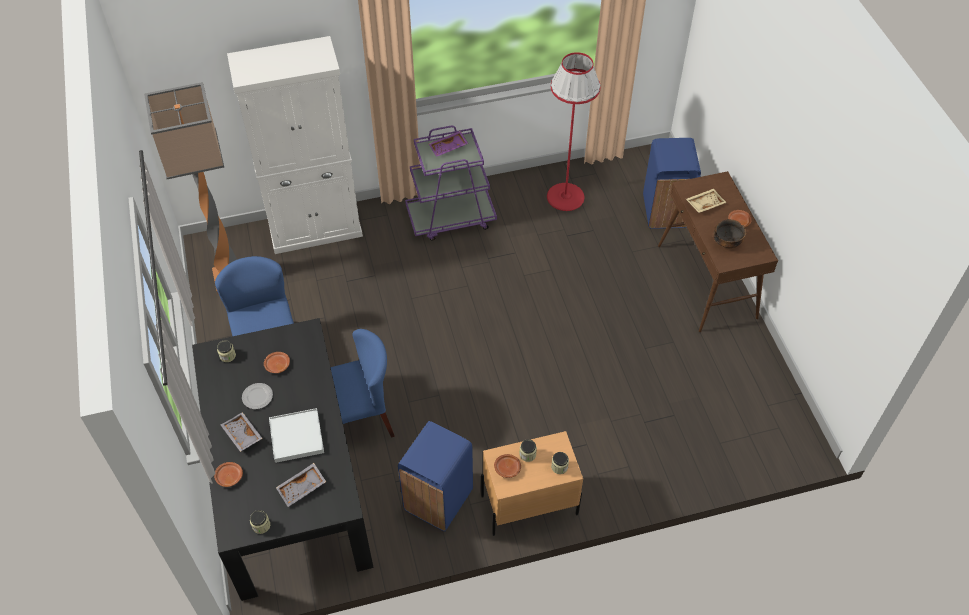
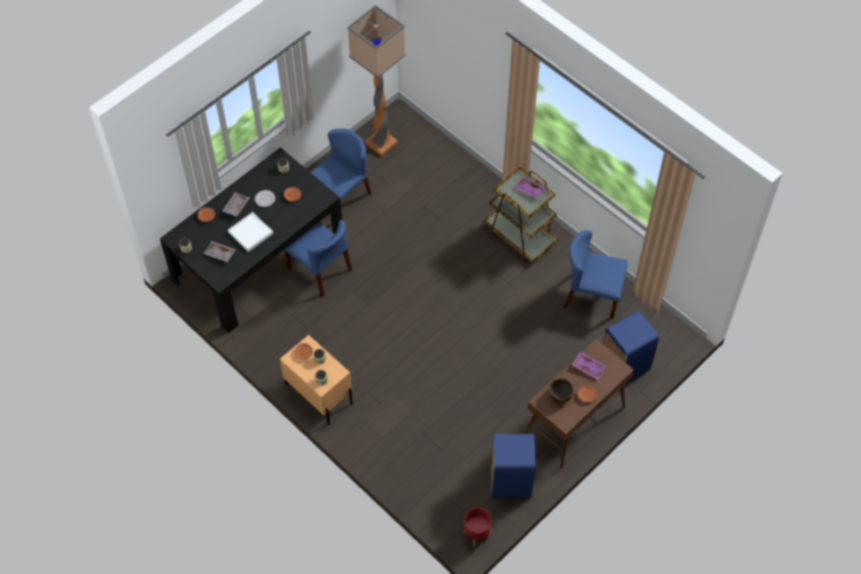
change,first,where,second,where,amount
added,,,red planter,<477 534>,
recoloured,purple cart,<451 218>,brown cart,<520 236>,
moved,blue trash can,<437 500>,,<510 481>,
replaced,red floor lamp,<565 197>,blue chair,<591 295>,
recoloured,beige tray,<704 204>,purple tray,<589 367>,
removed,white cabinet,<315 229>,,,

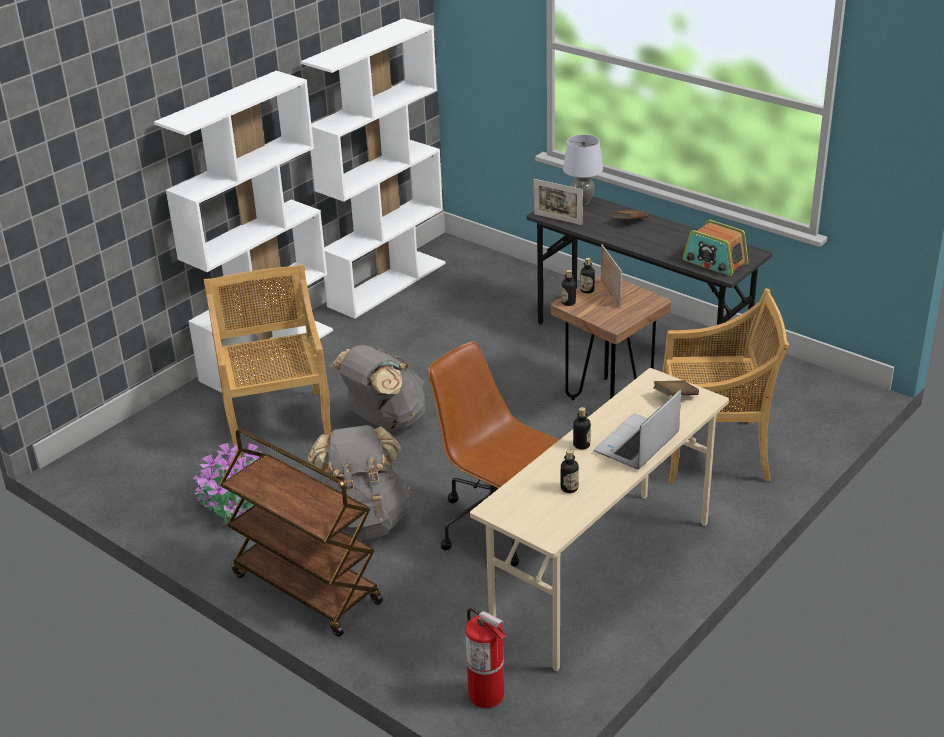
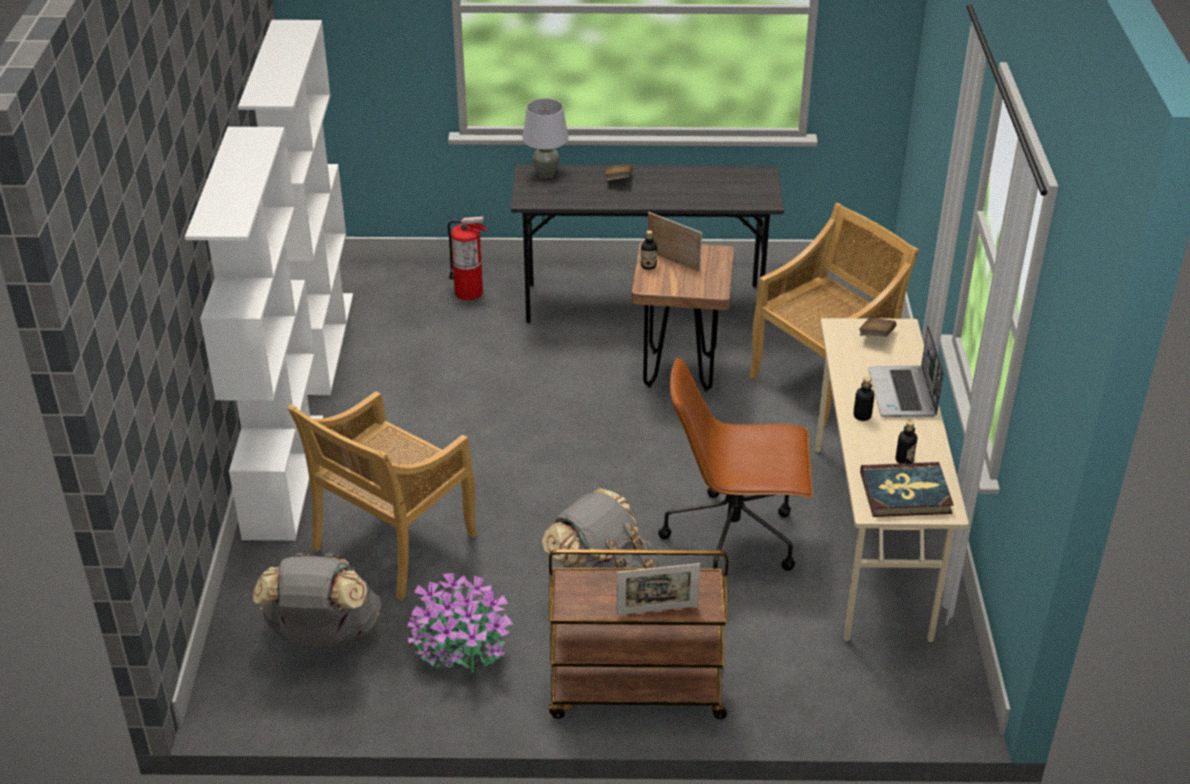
change,first,where,second,where,amount
moved,grey backpack,<384 421>,,<323 636>,
turned,beige chair,<277 423>,,<393 544>,90 degrees counterclockwise
moved,fire extinguisher,<486 695>,,<469 292>,
moved,picture frame,<558 219>,,<657 610>,
added,,,book,<905 493>,
removed,bottle,<568 303>,,,
removed,radio,<714 262>,,,

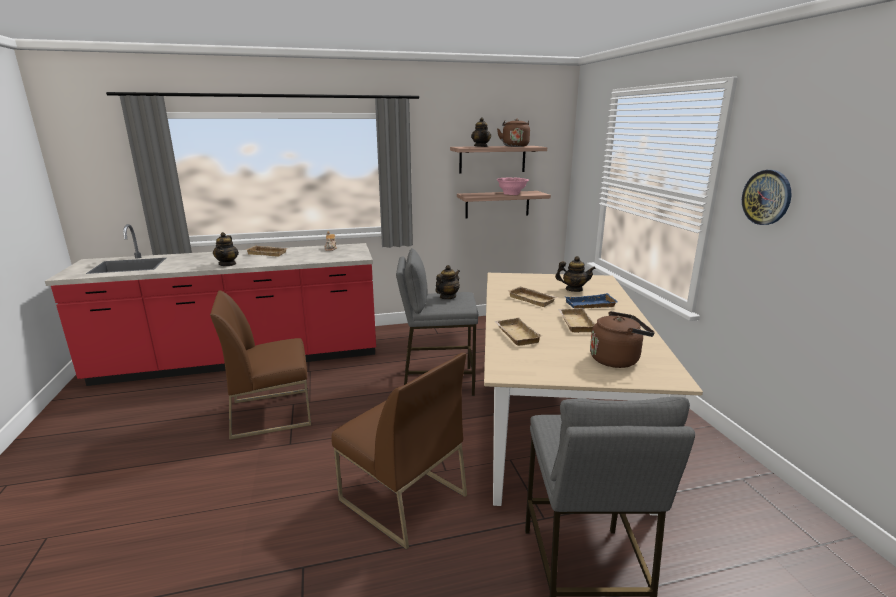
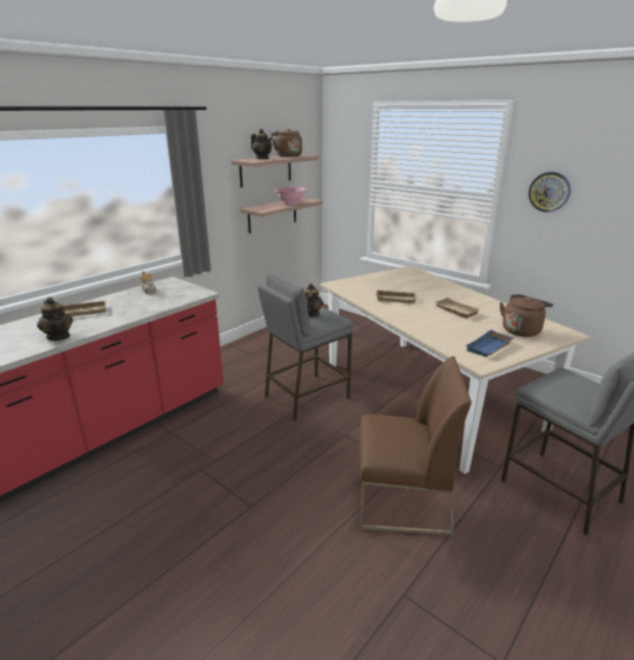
change,first,where,second,where,amount
moved,blue tray,<590 305>,,<490 348>,
removed,brown chair,<272 412>,,,
removed,beige tray,<515 335>,,,
removed,teapot,<573 289>,,,

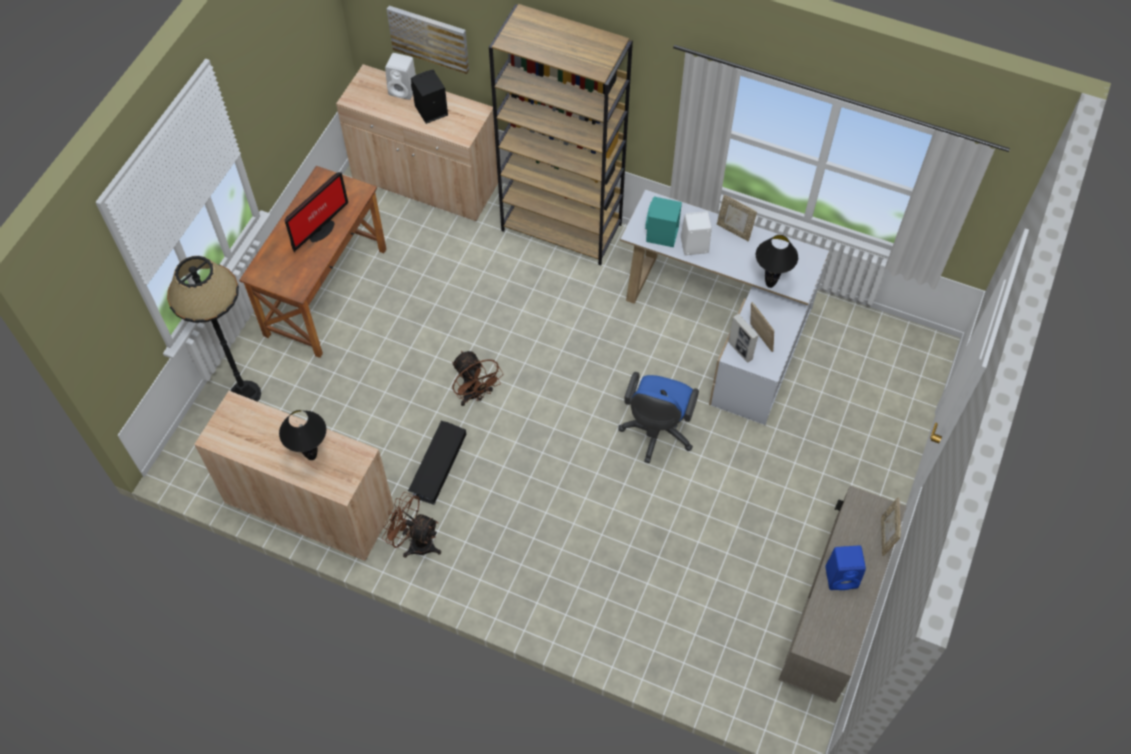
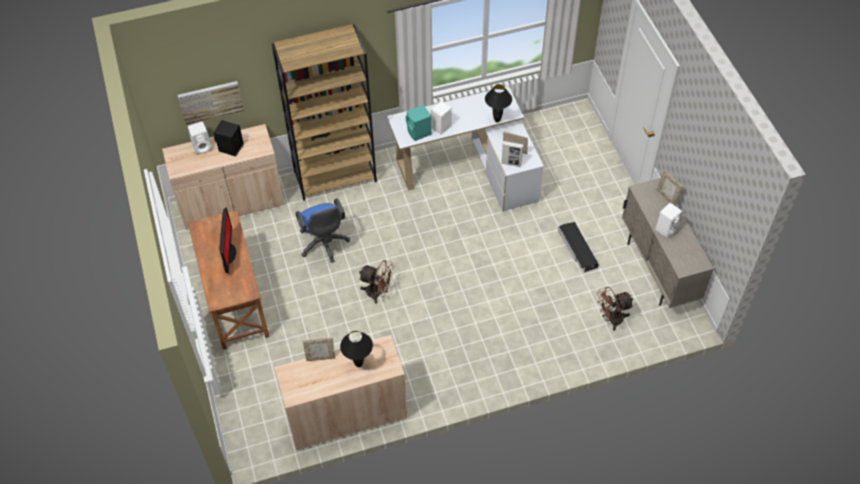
change,first,where,second,where,amount
moved,blue office chair,<656 433>,,<324 245>,
moved,picture frame,<734 231>,,<320 357>,
moved,black storage box,<437 465>,,<577 249>,
moved,brown fan,<415 542>,,<611 319>,
recoloured,blue speaker,<842 576>,white speaker,<666 228>,
removed,black floor lamp,<245 394>,,,

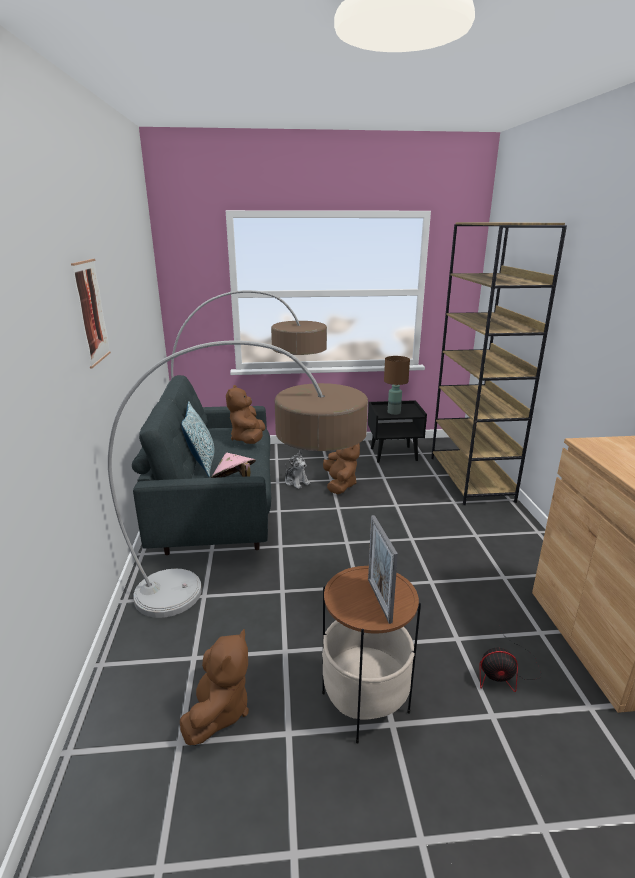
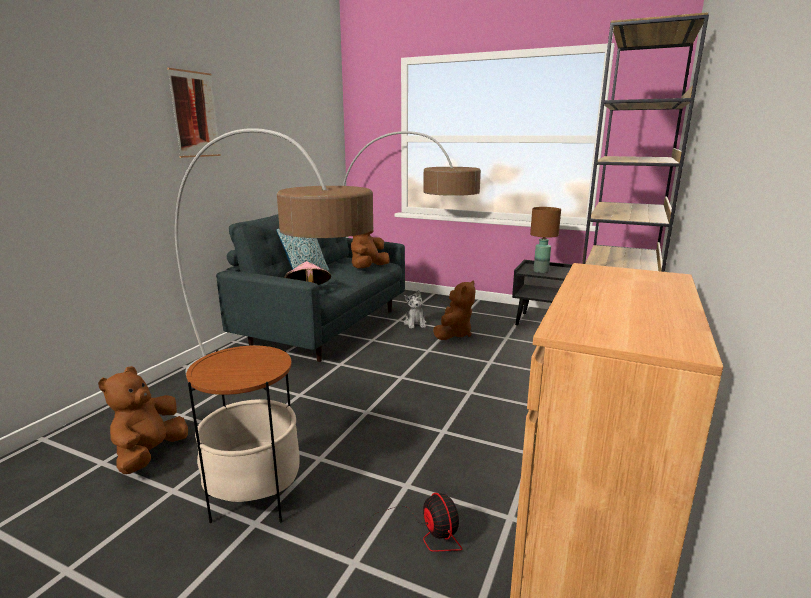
change,first,where,second,where,amount
turned,brown plush toy,<219 711>,,<150 454>,150 degrees clockwise
turned,fan,<505 673>,,<418 534>,150 degrees counterclockwise
removed,picture frame,<379 600>,,,

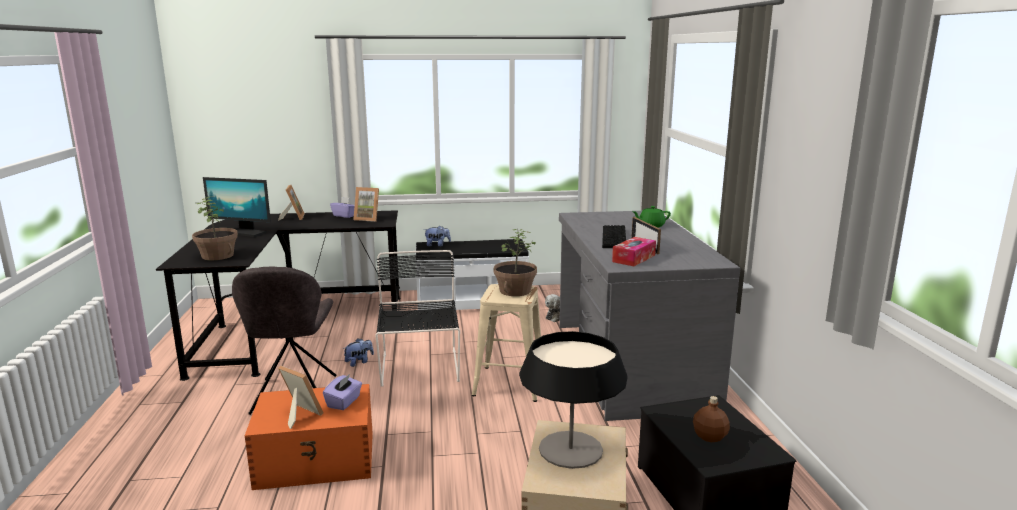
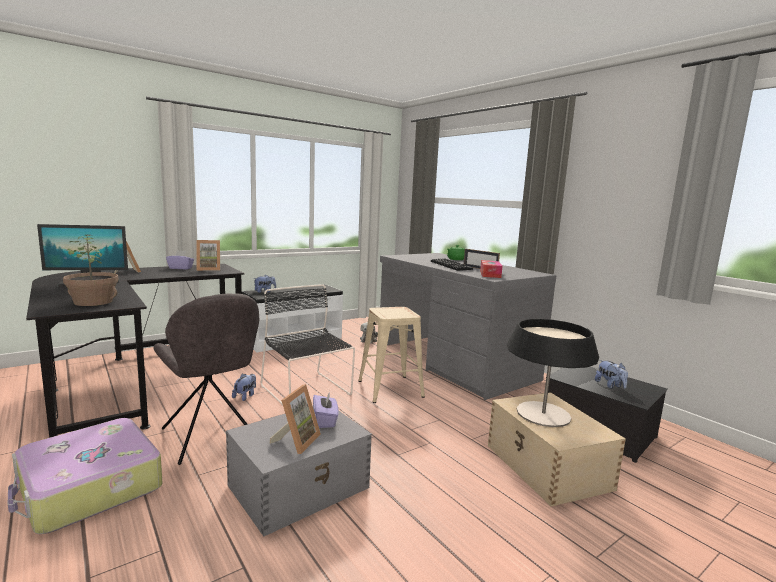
change,first,where,second,where,amount
added,,,suitcase,<89 487>,
recoloured,orange storage box,<317 459>,grey storage box,<300 486>,
turned,picture frame,<299 415>,,<296 441>,105 degrees clockwise
replaced,brown bottle,<710 437>,plush toy,<610 386>,
removed,potted plant,<514 291>,,,

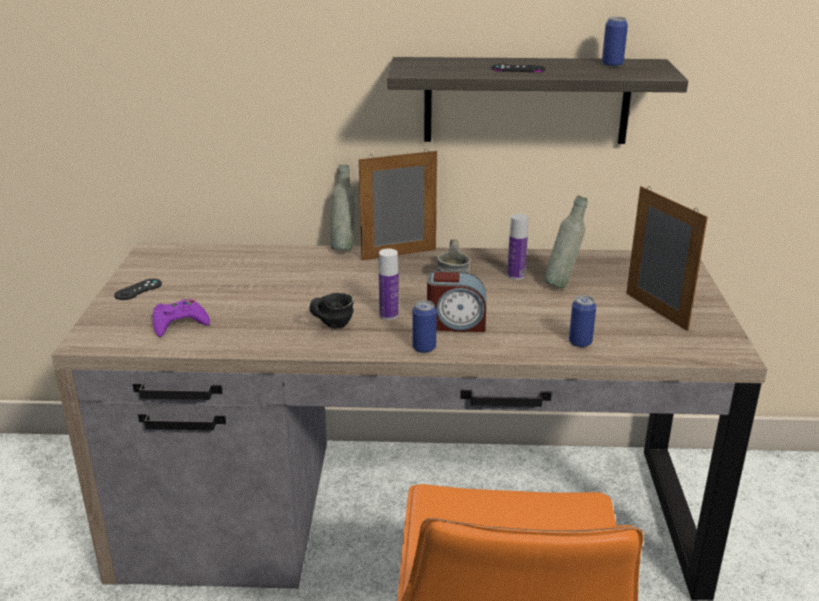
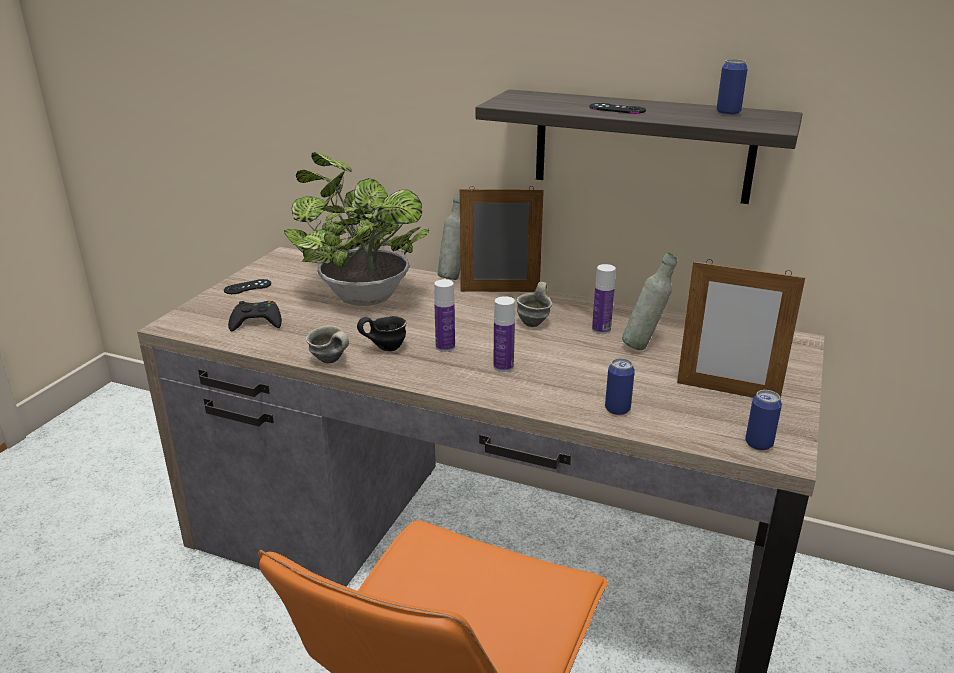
change,first,where,second,where,amount
recoloured,purple game controller,<179 323>,black game controller,<256 322>,
added,,,potted plant,<360 295>,
added,,,grey mug,<329 362>,
replaced,alarm clock,<456 323>,bottle,<503 366>,
turned,picture frame,<655 311>,,<727 392>,120 degrees clockwise
moved,can,<424 348>,,<758 444>,

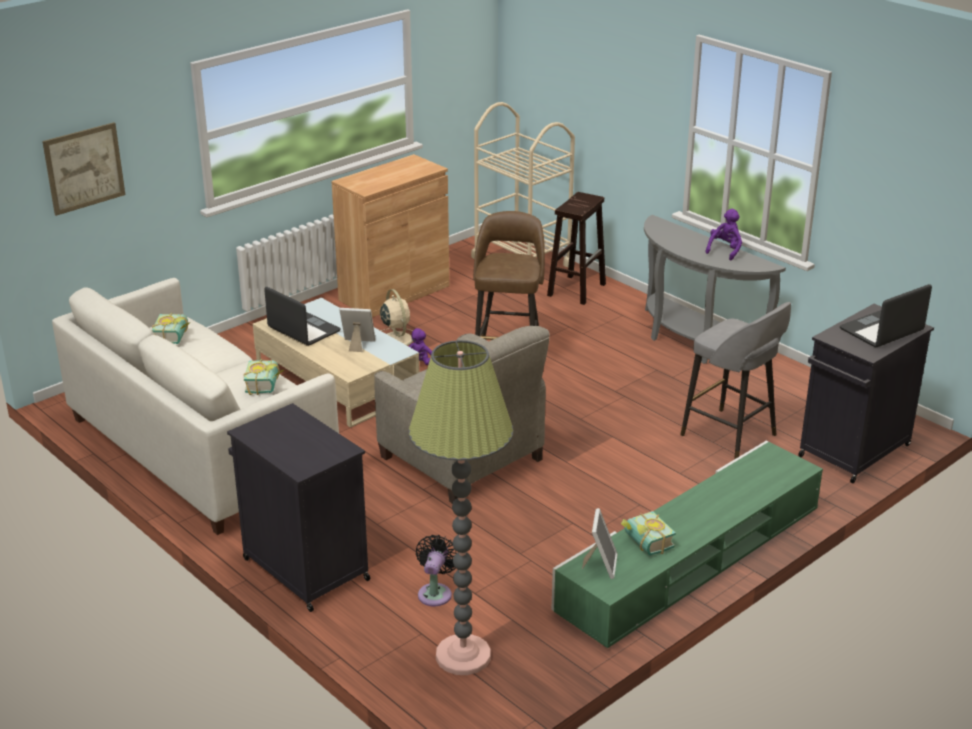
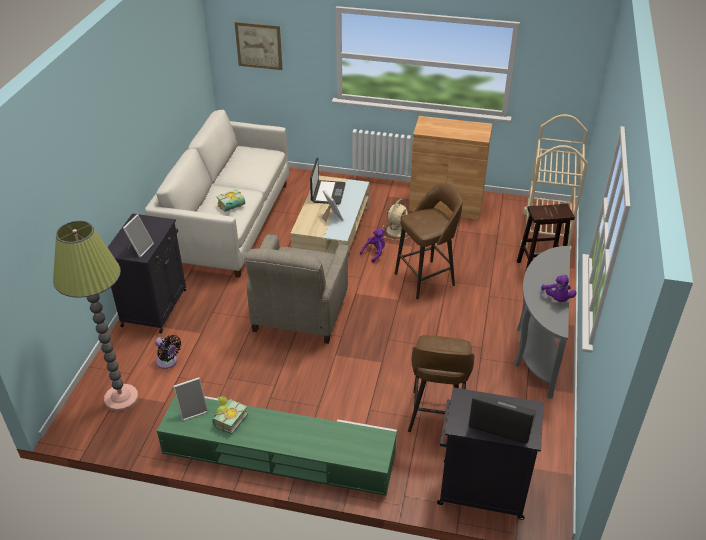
change,first,where,second,where,amount
added,,,picture frame,<140 248>,
turned,black fan,<436 592>,,<168 362>,60 degrees clockwise
recoloured,grey stool,<731 436>,brown stool,<436 416>,
turned,purple plush toy,<725 250>,,<557 299>,90 degrees clockwise
removed,book,<175 337>,,,

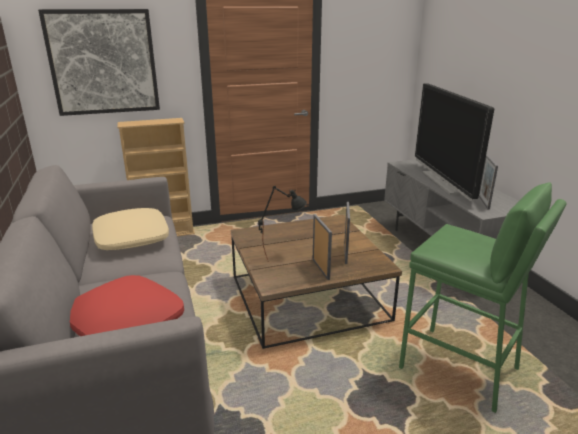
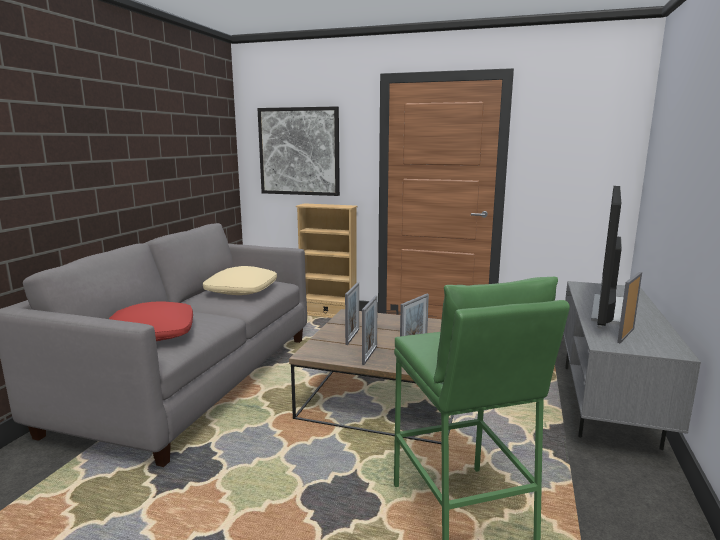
change,first,where,second,where,amount
replaced,black table lamp,<282 256>,picture frame,<352 337>,

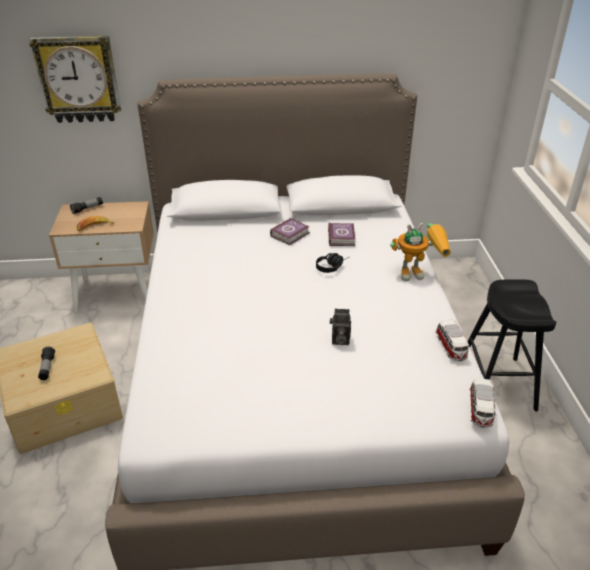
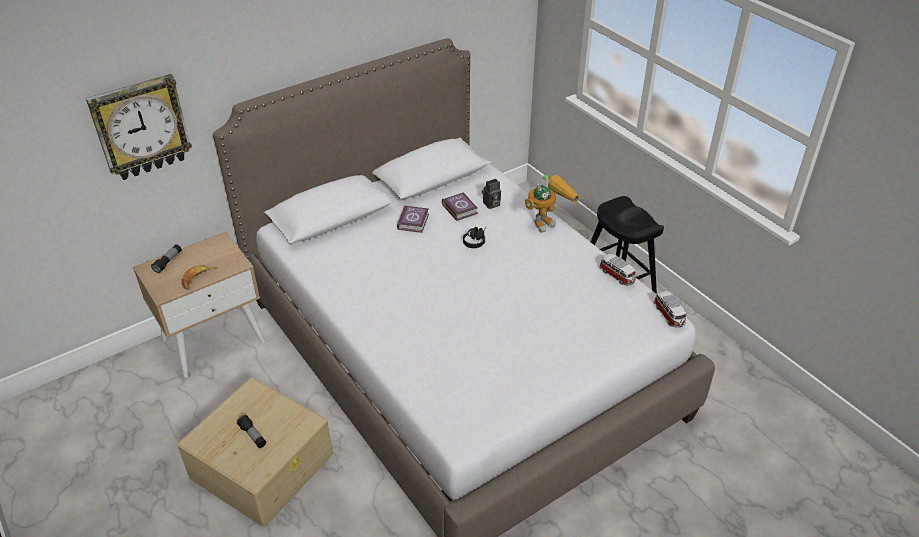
change,first,where,second,where,amount
moved,photo camera,<339 340>,,<491 205>,

